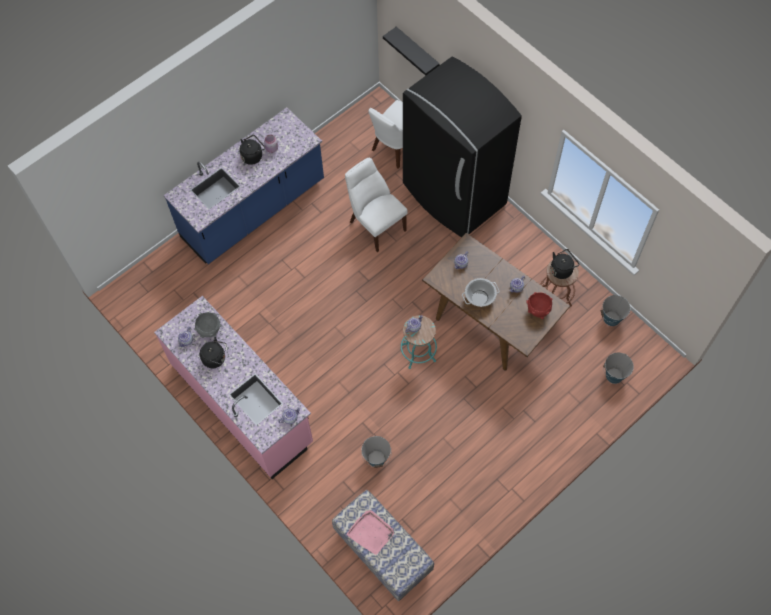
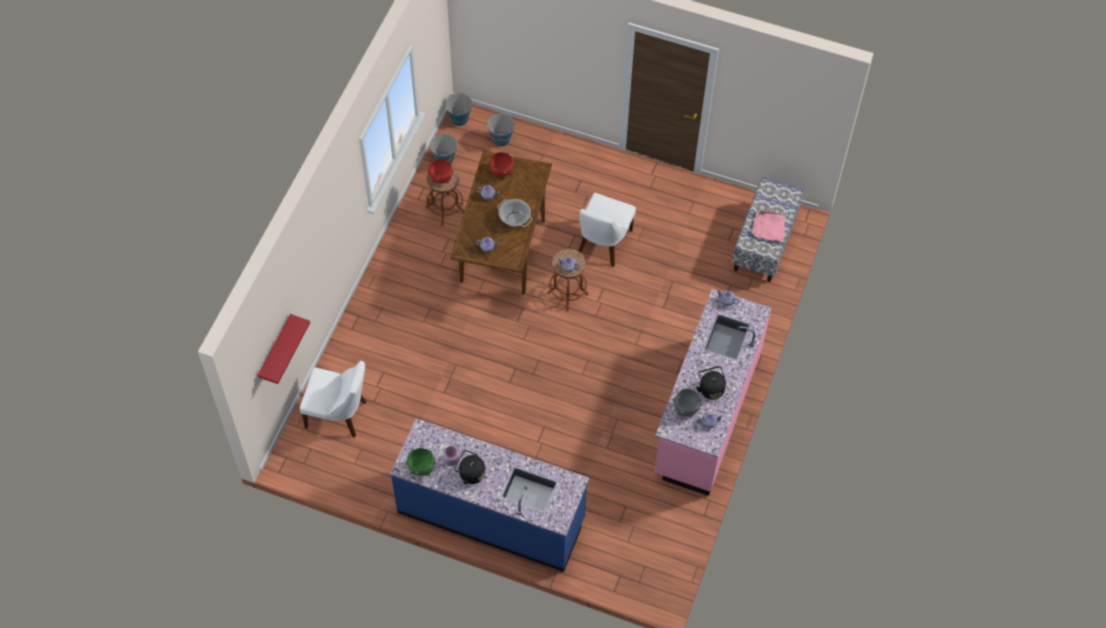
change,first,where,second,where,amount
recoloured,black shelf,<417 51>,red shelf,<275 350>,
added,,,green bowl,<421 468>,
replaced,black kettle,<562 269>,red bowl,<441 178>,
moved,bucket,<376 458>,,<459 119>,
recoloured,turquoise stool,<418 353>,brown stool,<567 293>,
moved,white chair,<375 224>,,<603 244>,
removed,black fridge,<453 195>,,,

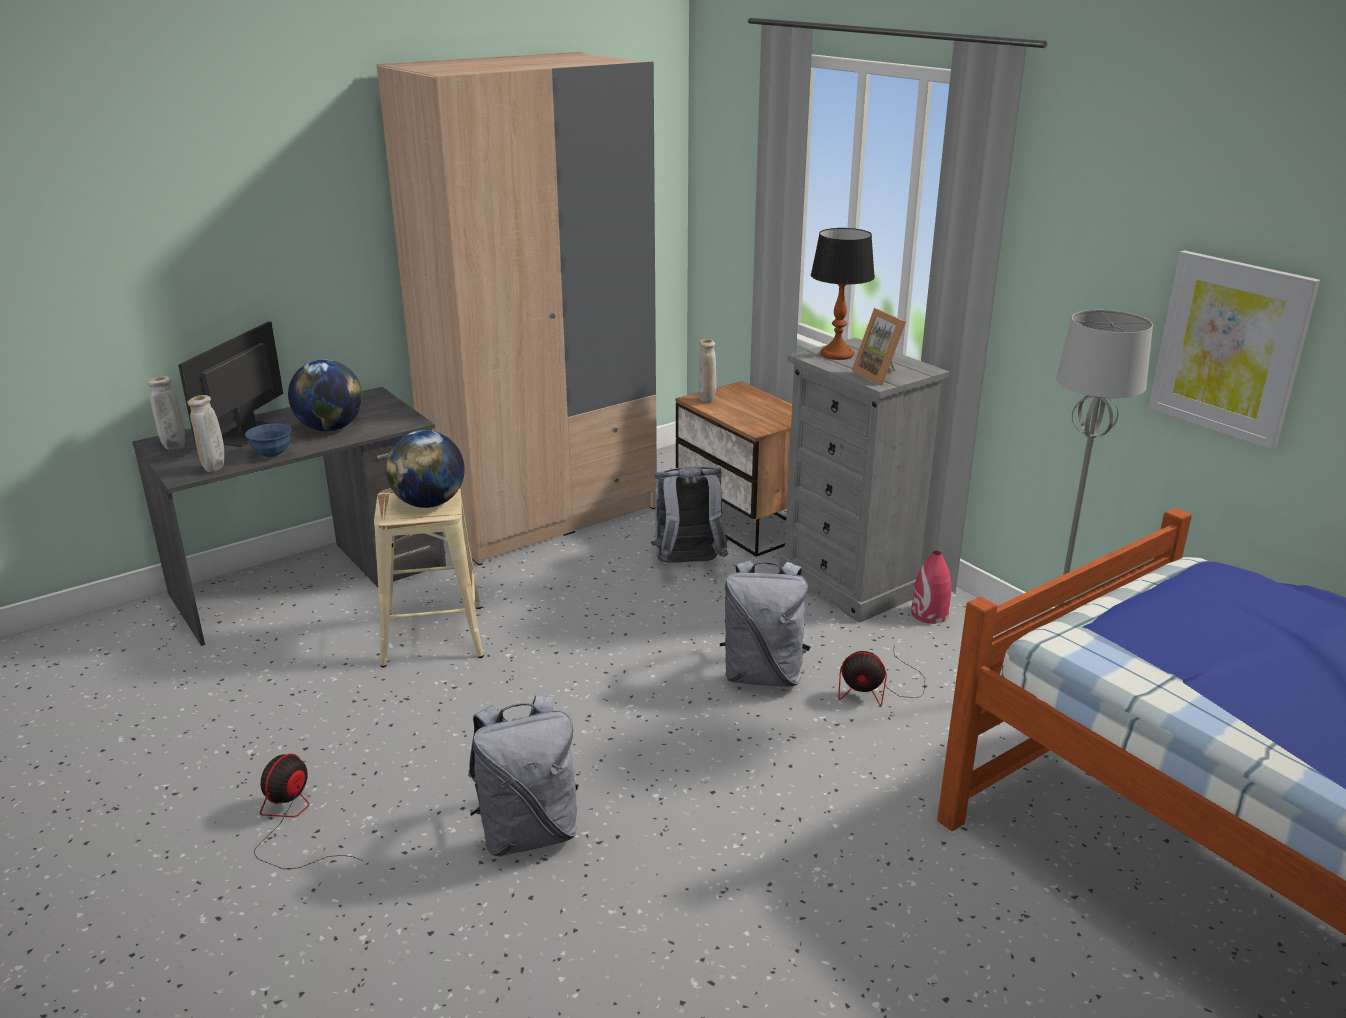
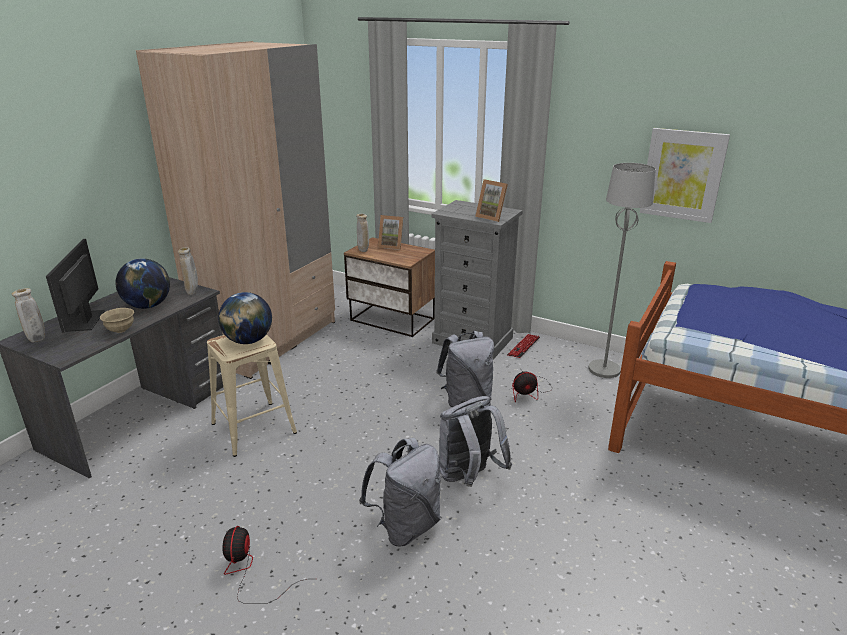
change,first,where,second,where,amount
recoloured,blue bowl,<272 454>,beige bowl,<120 330>,
moved,beige vase,<214 469>,,<192 293>,
added,,,picture frame,<391 246>,
moved,grey backpack,<688 564>,,<469 477>,
replaced,red vase,<929 614>,keyboard,<523 347>,
removed,table lamp,<837 354>,,,

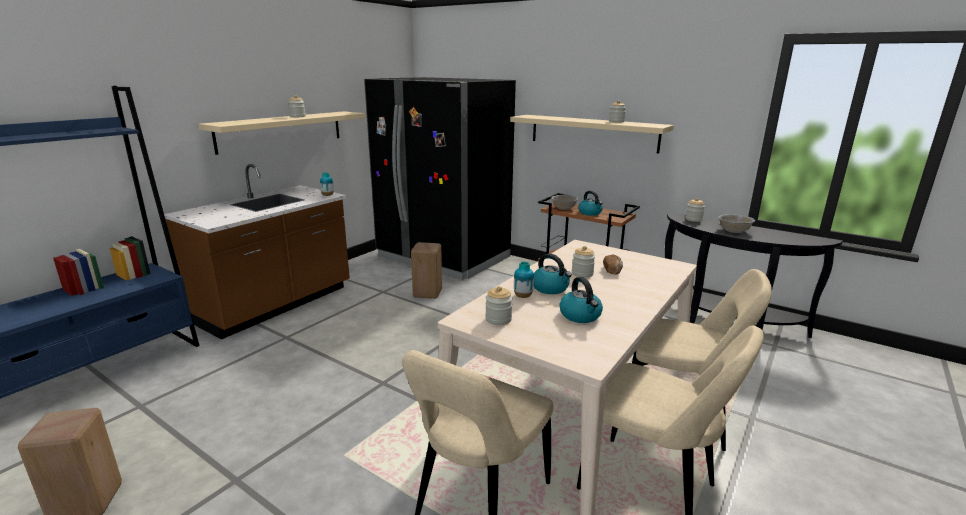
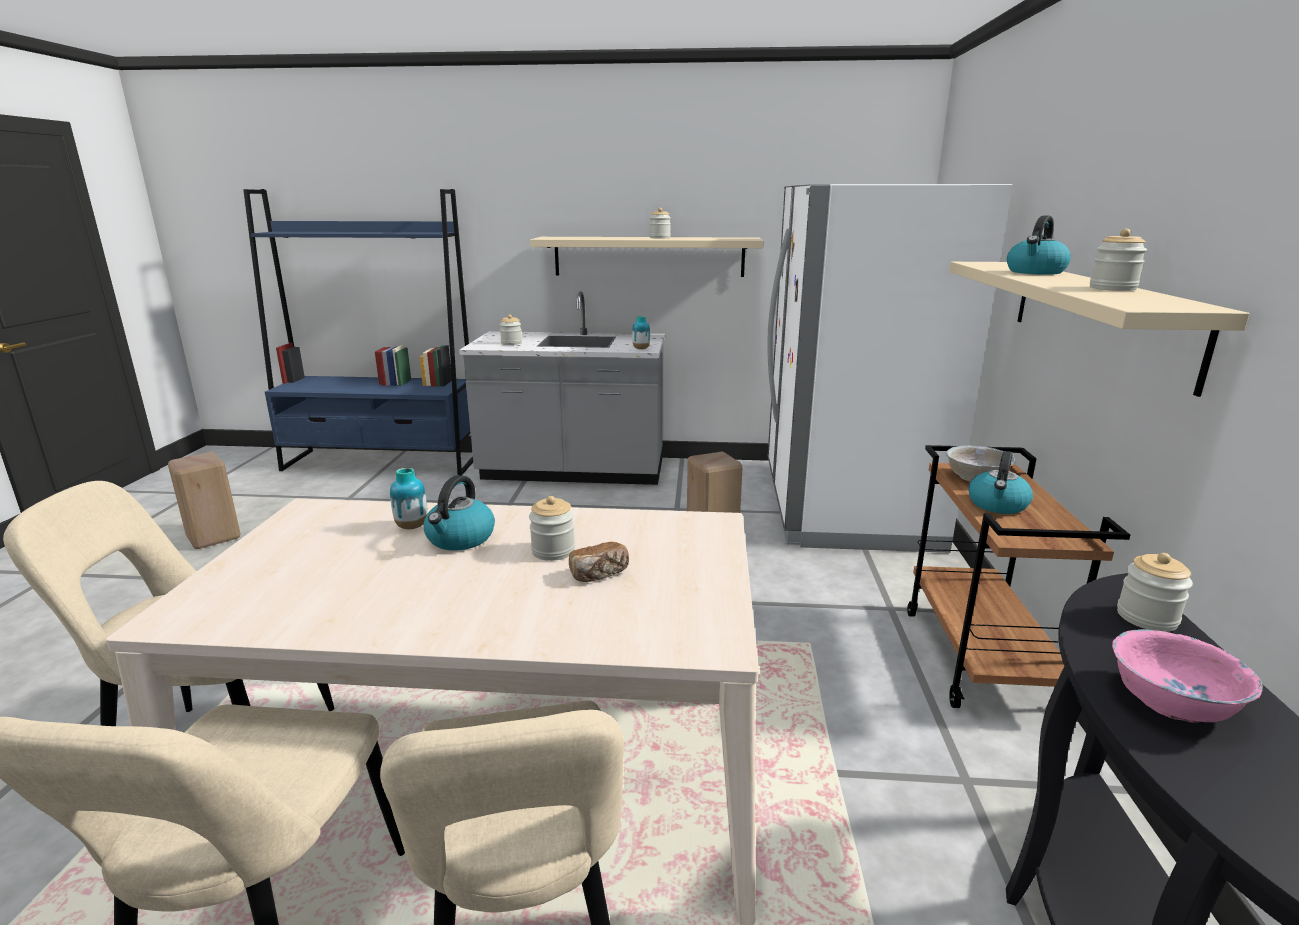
change,first,where,second,where,amount
recoloured,brown counter,<276 305>,grey counter,<572 472>,
moved,jar,<498 319>,,<511 343>,
recoloured,black fridge,<443 257>,white fridge,<845 506>,
moved,kettle,<580 316>,,<1035 272>,
recoloured,white bowl,<734 230>,pink bowl,<1172 703>,

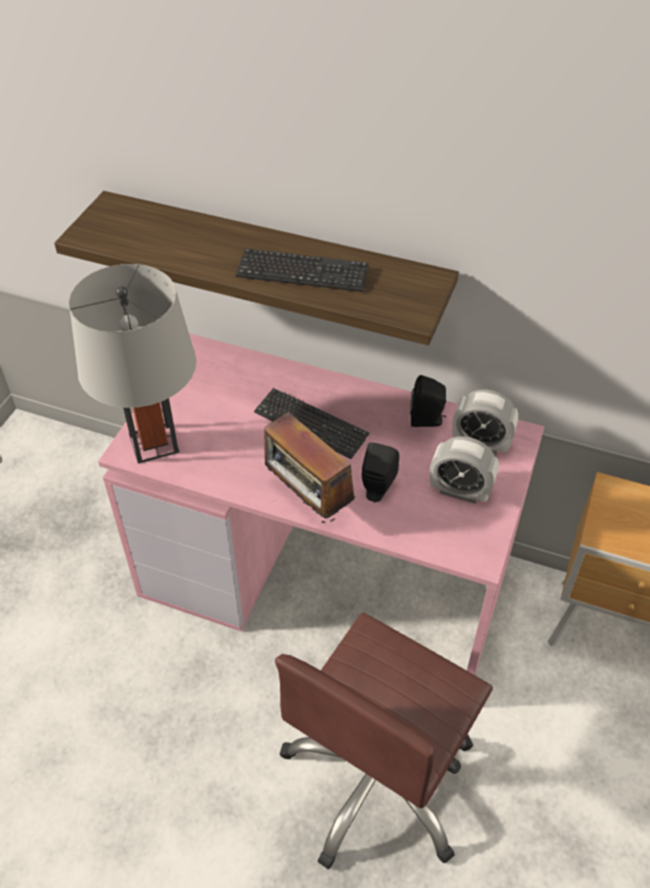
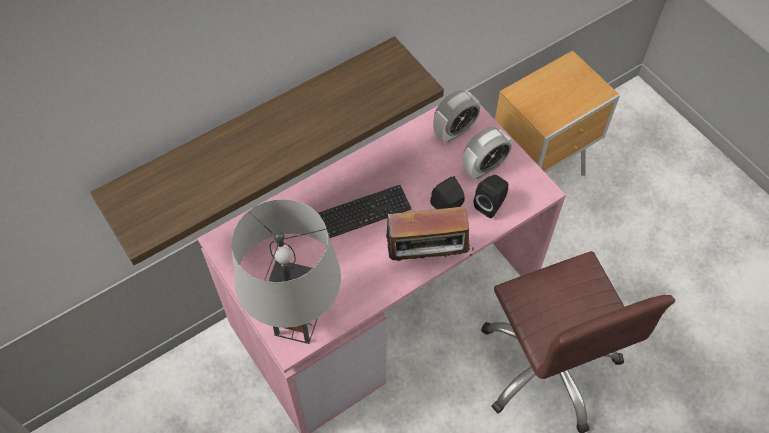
change,first,where,second,where,amount
moved,black speaker,<427 420>,,<491 205>,
removed,keyboard,<302 273>,,,

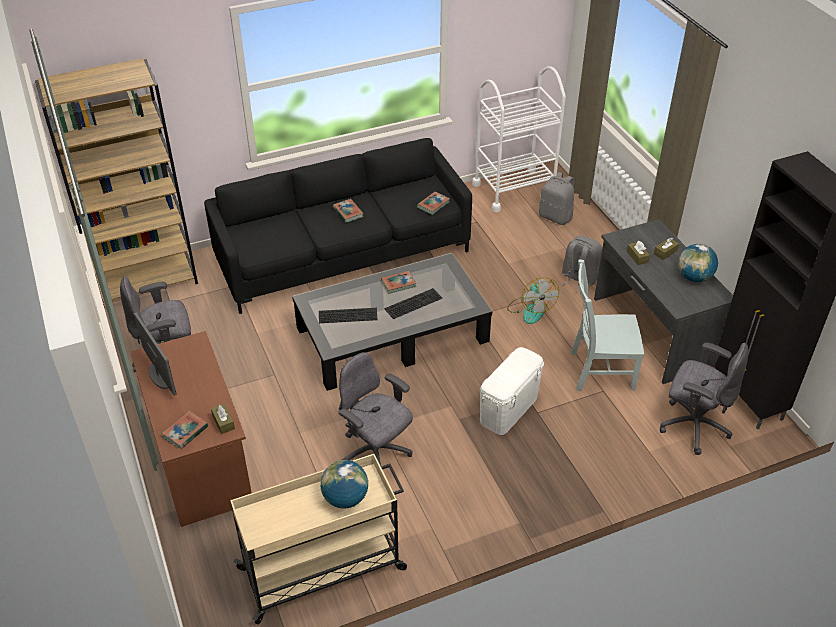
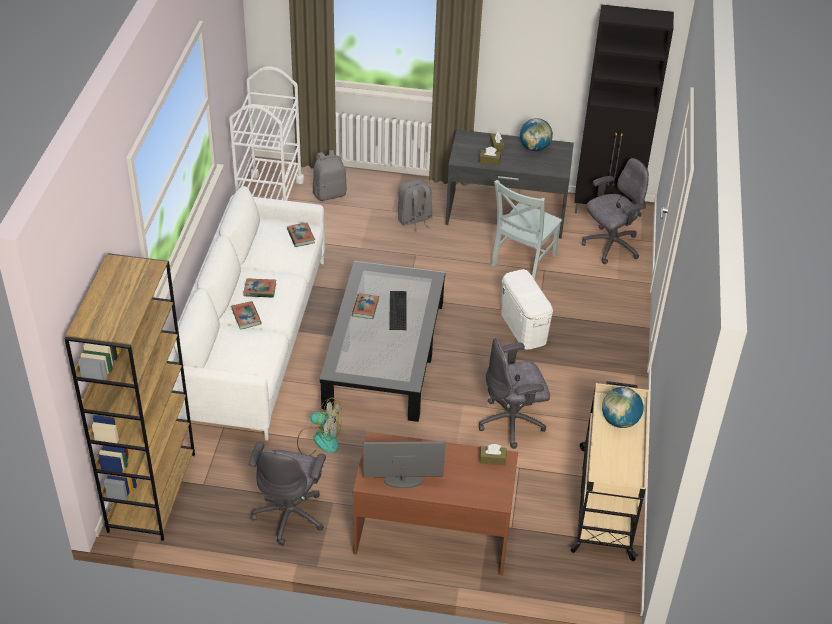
change,first,where,second,where,amount
recoloured,black sofa,<343 255>,white sofa,<252 339>,
moved,book,<185 432>,,<246 317>,
moved,fan,<530 309>,,<319 440>,
removed,keyboard,<348 314>,,,

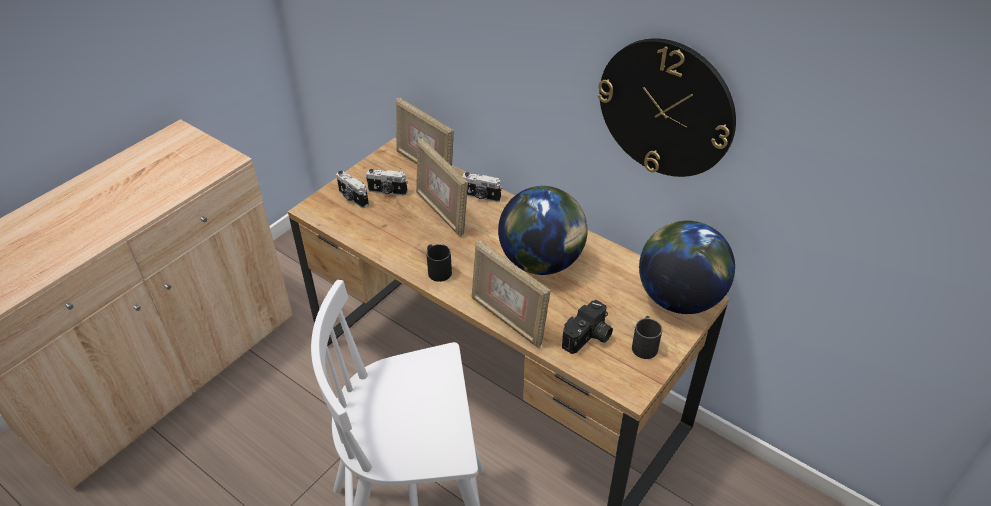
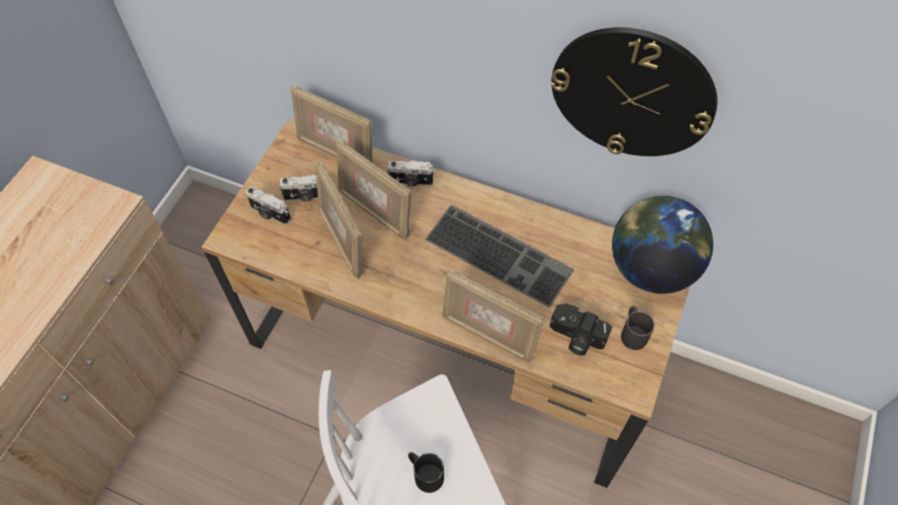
change,first,where,second,where,amount
added,,,picture frame,<343 241>,
moved,black mug,<437 270>,,<424 473>,
replaced,globe,<541 262>,keyboard,<501 254>,
turned,photo camera,<588 338>,,<575 338>,90 degrees clockwise

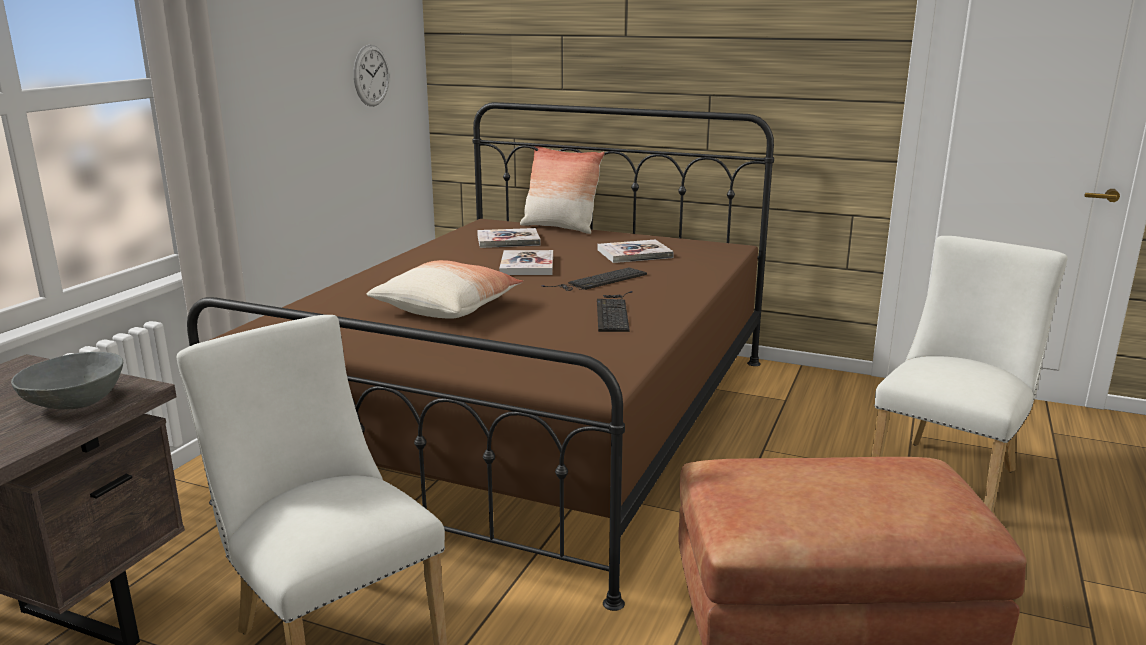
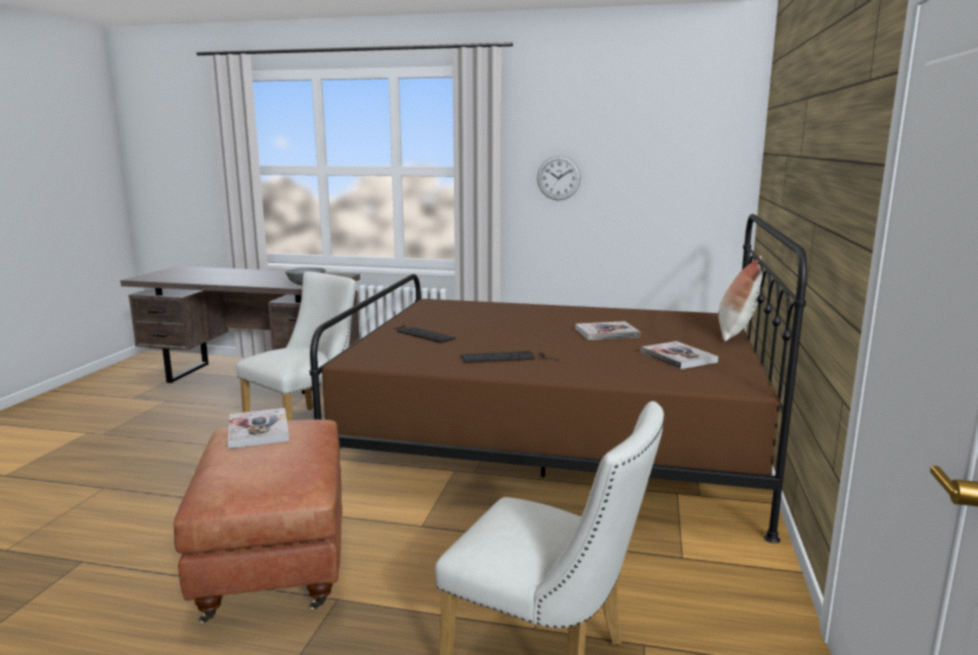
change,first,where,second,where,amount
moved,book,<508 240>,,<258 430>,
moved,keyboard,<598 281>,,<421 333>,
moved,wall clock,<371 75>,,<558 178>,
removed,pillow,<447 308>,,,

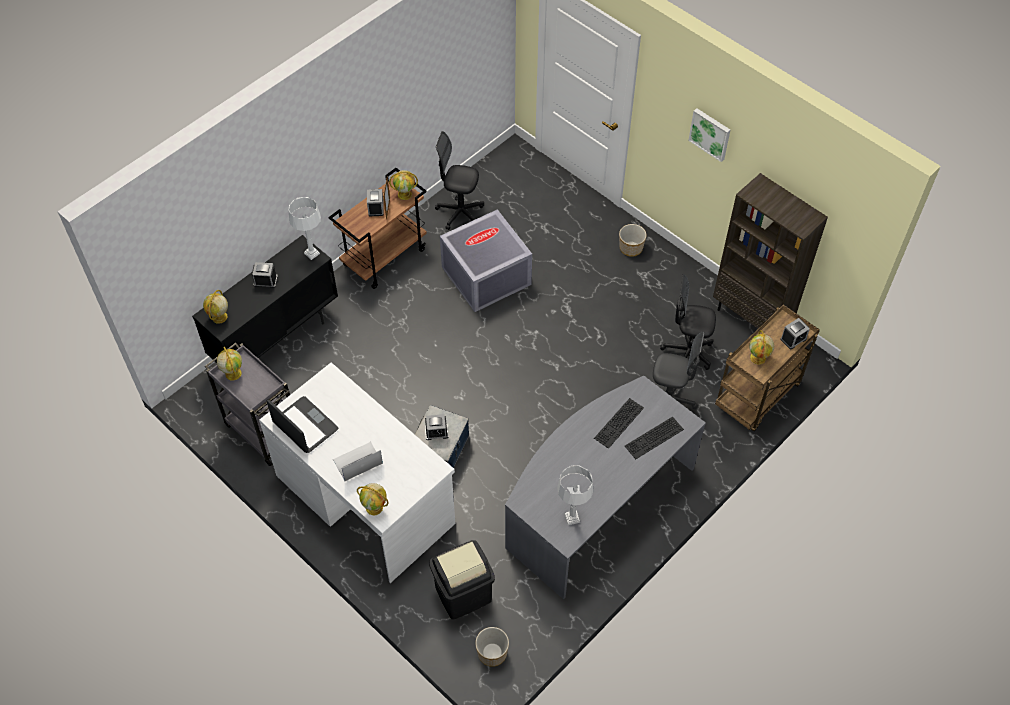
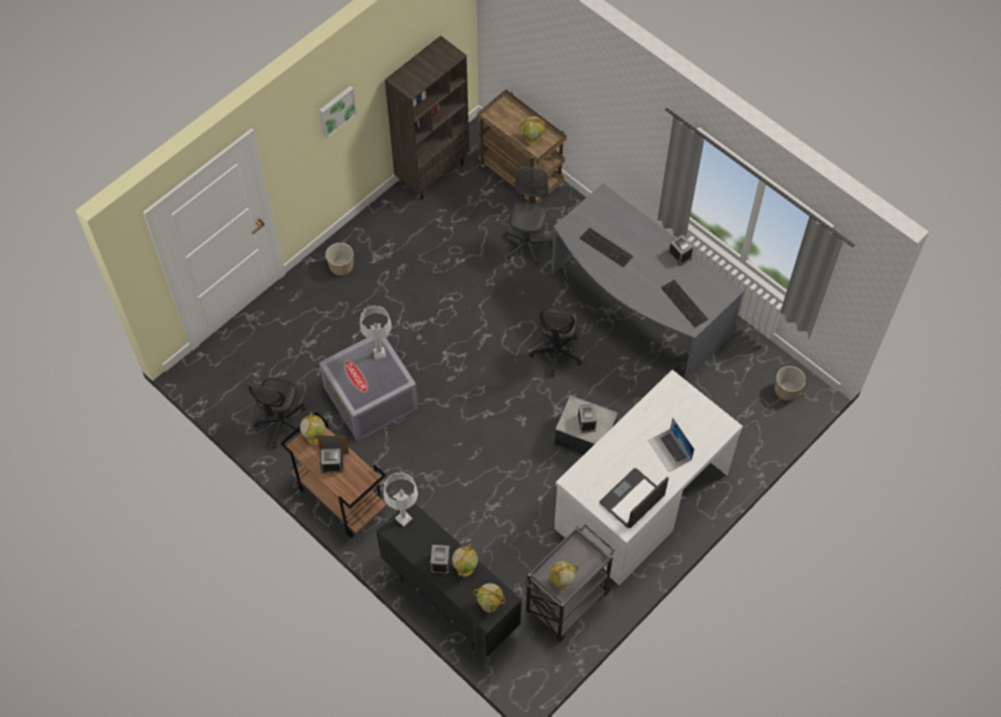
change,first,where,second,where,amount
moved,grey table lamp,<572 518>,,<379 353>,
moved,globe,<375 507>,,<465 568>,
moved,black office chair,<687 353>,,<556 353>,
moved,keyboard,<654 439>,,<685 303>,
moved,alarm clock,<793 339>,,<680 254>,
removed,black trash can,<463 593>,,,

